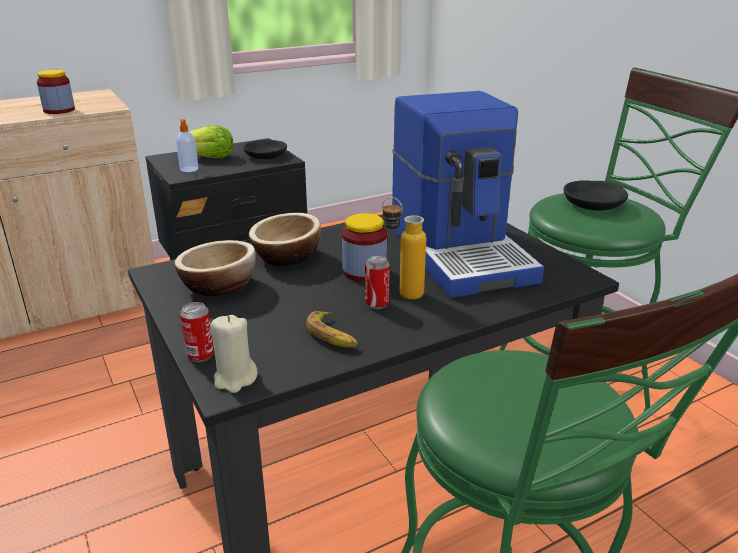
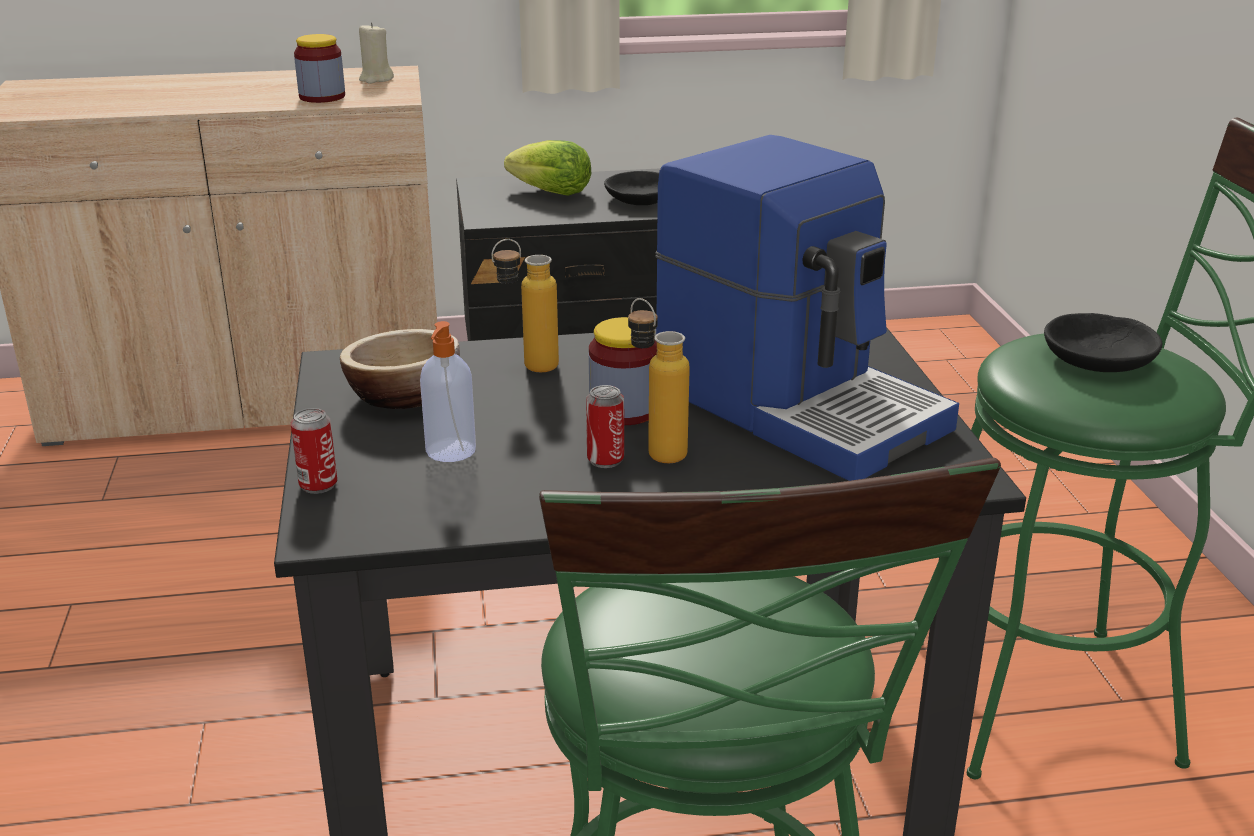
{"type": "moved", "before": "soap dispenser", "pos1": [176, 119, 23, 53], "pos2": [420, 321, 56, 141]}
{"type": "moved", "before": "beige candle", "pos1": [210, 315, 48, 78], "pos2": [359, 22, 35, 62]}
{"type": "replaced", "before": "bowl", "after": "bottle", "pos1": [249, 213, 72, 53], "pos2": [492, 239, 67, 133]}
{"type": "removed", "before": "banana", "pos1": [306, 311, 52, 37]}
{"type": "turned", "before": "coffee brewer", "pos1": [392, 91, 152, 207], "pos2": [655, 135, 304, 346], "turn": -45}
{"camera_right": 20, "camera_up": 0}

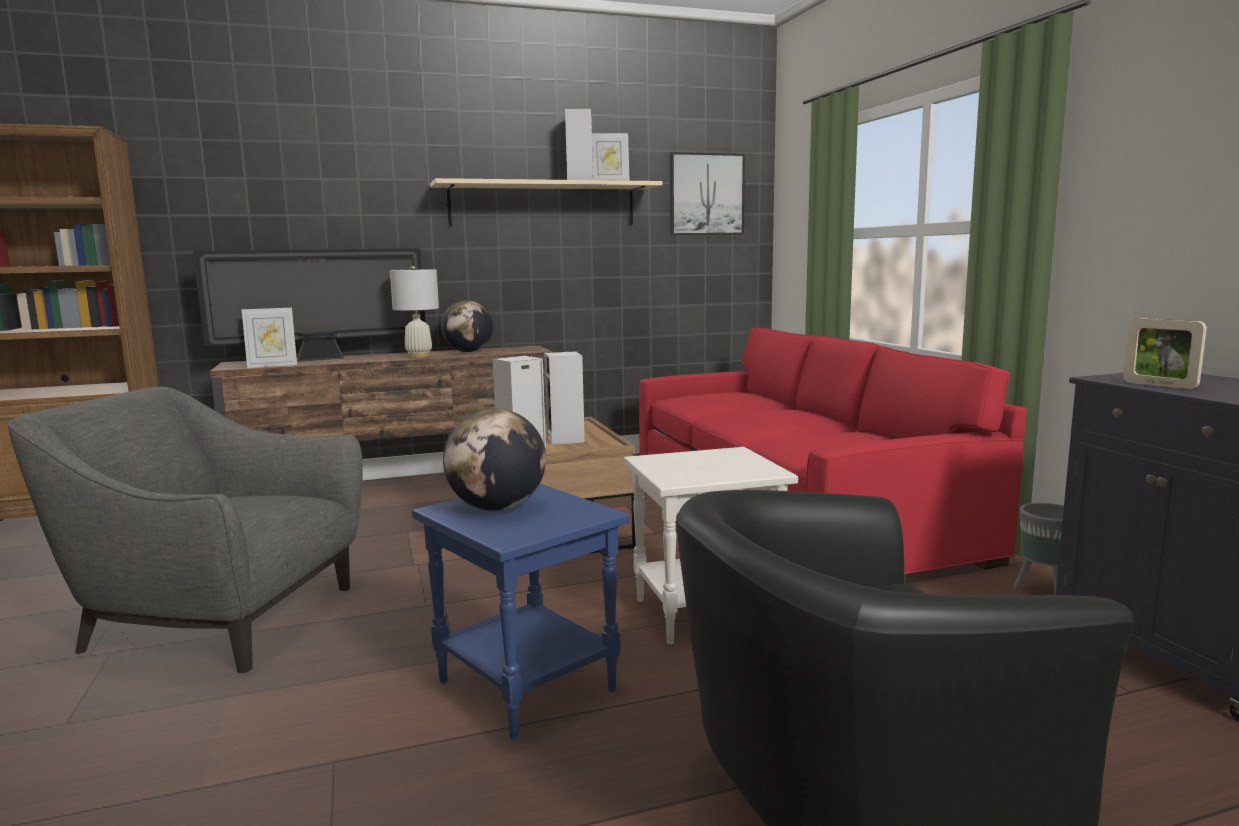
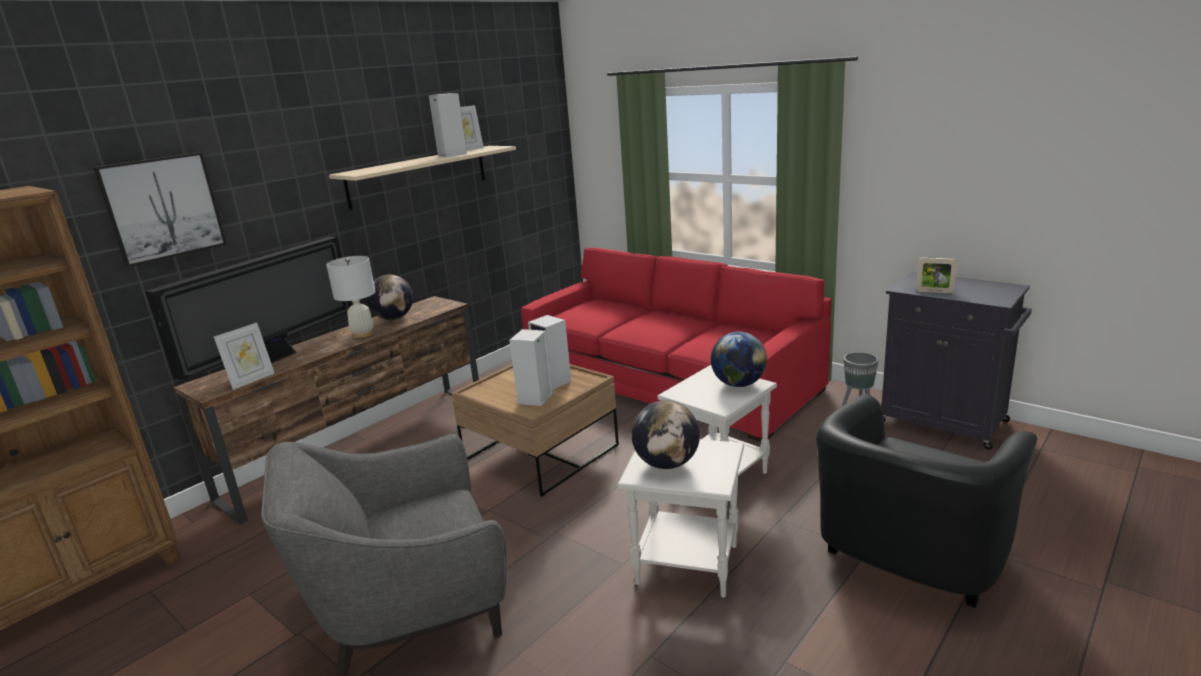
{"type": "recoloured", "before": "blue-coloured side table", "after": "white-coloured side table", "pos1": [412, 484, 218, 256], "pos2": [618, 439, 126, 159]}
{"type": "moved", "before": "picture", "pos1": [670, 152, 75, 83], "pos2": [93, 152, 134, 115]}
{"type": "added", "after": "world globe", "pos2": [711, 332, 56, 55]}
{"camera_right": -30, "camera_up": 10}

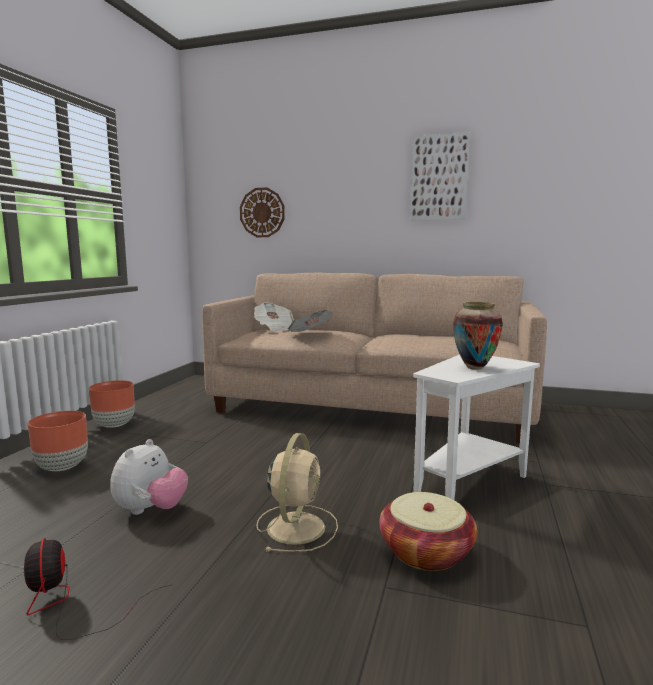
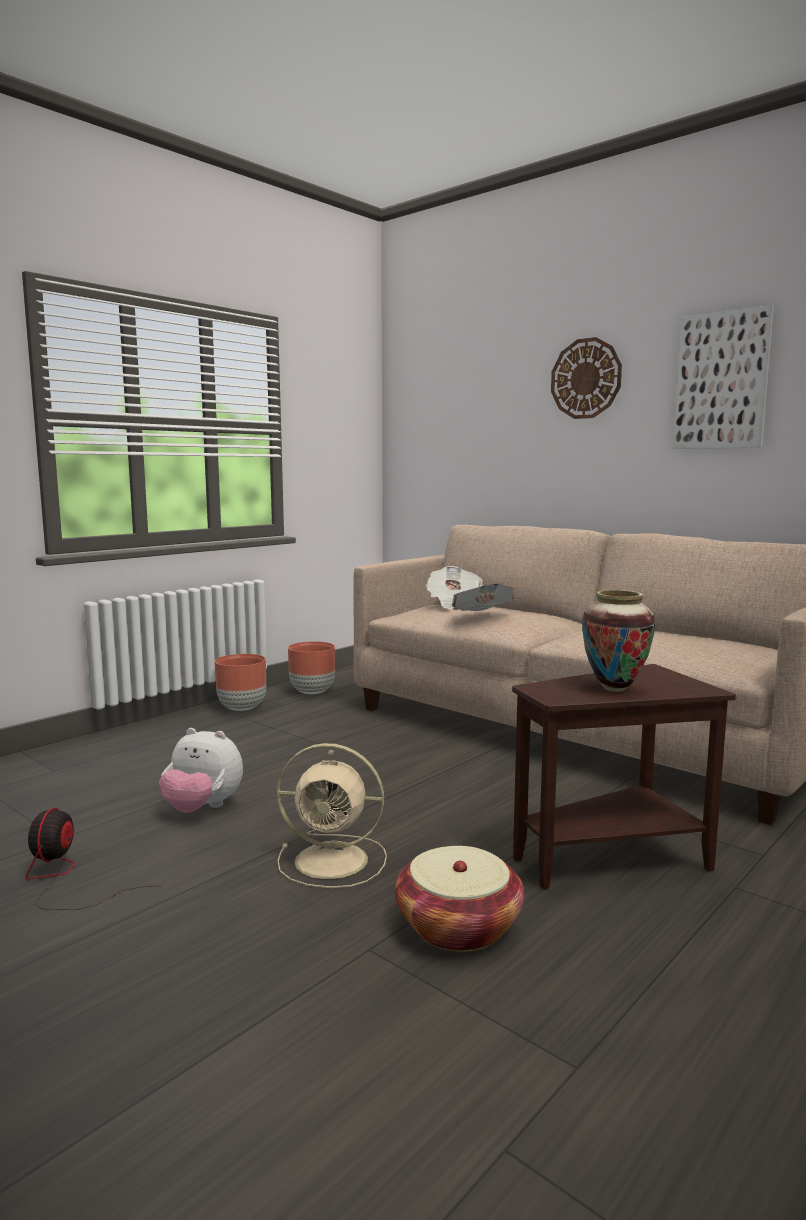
{"type": "moved", "before": "brown-coloured plant pot", "pos1": [28, 411, 60, 60], "pos2": [288, 641, 47, 53]}
{"type": "turned", "before": "soft toy", "pos1": [110, 439, 78, 76], "pos2": [159, 728, 84, 85], "turn": 60}
{"type": "moved", "before": "wall clock", "pos1": [240, 187, 45, 50], "pos2": [551, 337, 71, 82]}
{"type": "turned", "before": "beige fan", "pos1": [256, 433, 82, 119], "pos2": [277, 743, 110, 145], "turn": 60}
{"type": "recoloured", "before": "white-coloured side table", "after": "brown-coloured side table", "pos1": [413, 354, 127, 146], "pos2": [512, 664, 224, 225]}
{"camera_right": 25, "camera_up": 0}

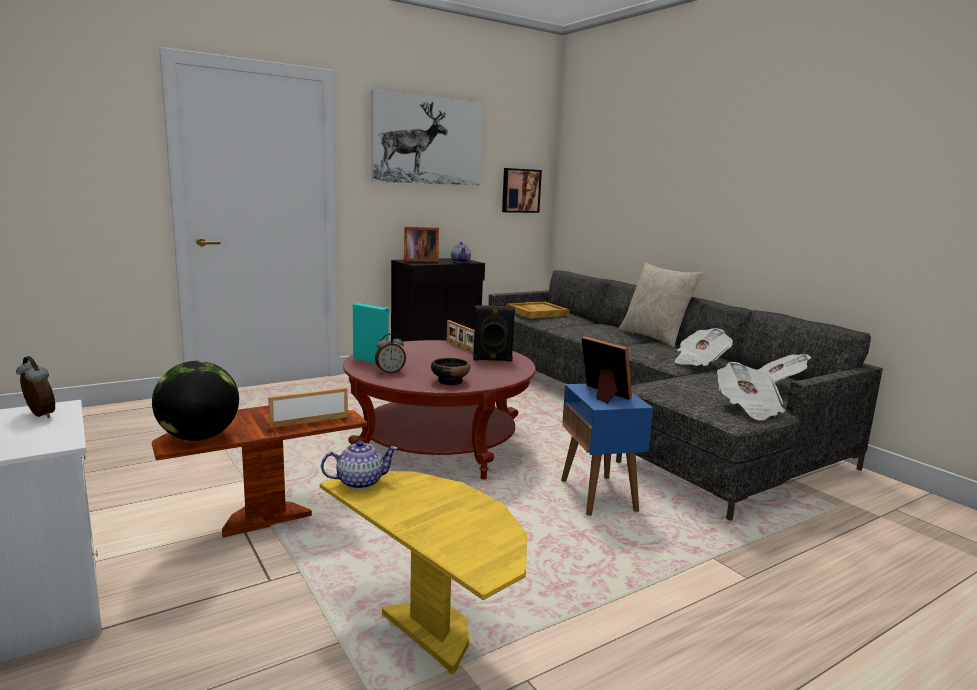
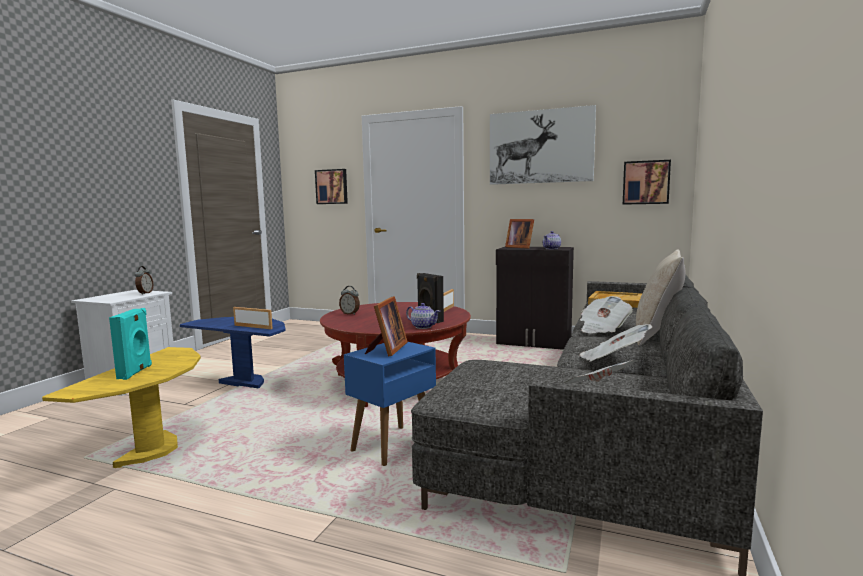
{"type": "removed", "before": "world globe", "pos1": [152, 361, 87, 80]}
{"type": "recoloured", "before": "brown-coloured side table", "after": "blue-coloured side table", "pos1": [152, 405, 215, 132], "pos2": [180, 317, 106, 72]}
{"type": "moved", "before": "tea pot", "pos1": [321, 440, 77, 49], "pos2": [406, 303, 34, 26]}
{"type": "moved", "before": "turquoise-coloured speaker", "pos1": [353, 303, 36, 61], "pos2": [109, 308, 43, 72]}
{"type": "removed", "before": "bowl", "pos1": [431, 358, 39, 27]}
{"type": "moved", "before": "newspaper", "pos1": [717, 362, 68, 58], "pos2": [580, 296, 53, 37]}
{"type": "added", "after": "picture", "pos2": [315, 169, 33, 35]}
{"camera_right": 55, "camera_up": -5}

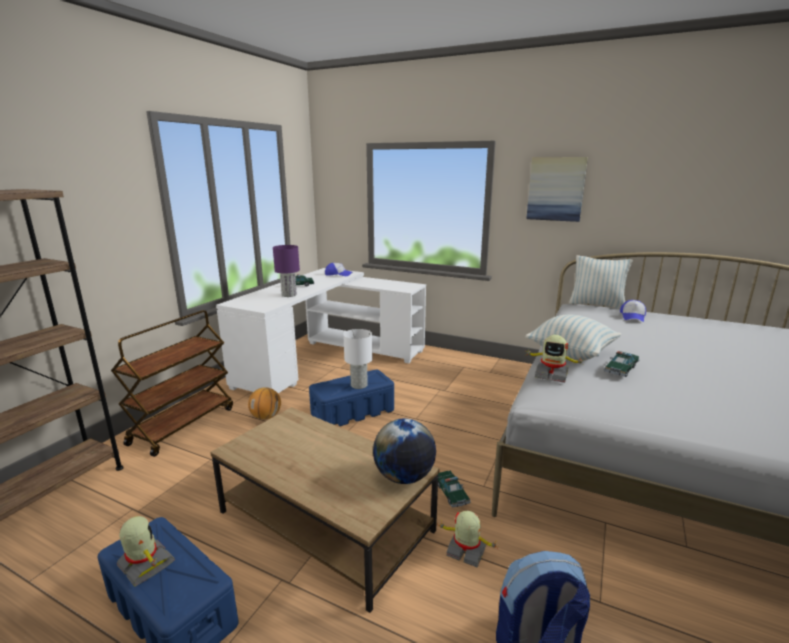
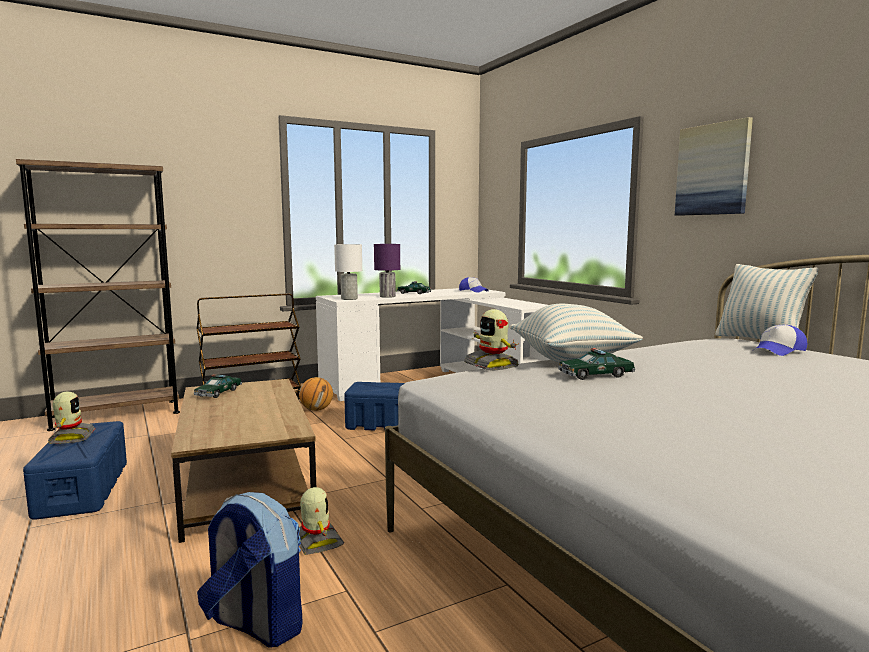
{"type": "moved", "before": "white-coloured table lamp", "pos1": [343, 329, 29, 60], "pos2": [334, 244, 28, 56]}
{"type": "removed", "before": "world globe", "pos1": [373, 418, 63, 66]}
{"type": "moved", "before": "miniature car", "pos1": [438, 471, 33, 37], "pos2": [194, 374, 48, 24]}
{"camera_right": 35, "camera_up": -10}

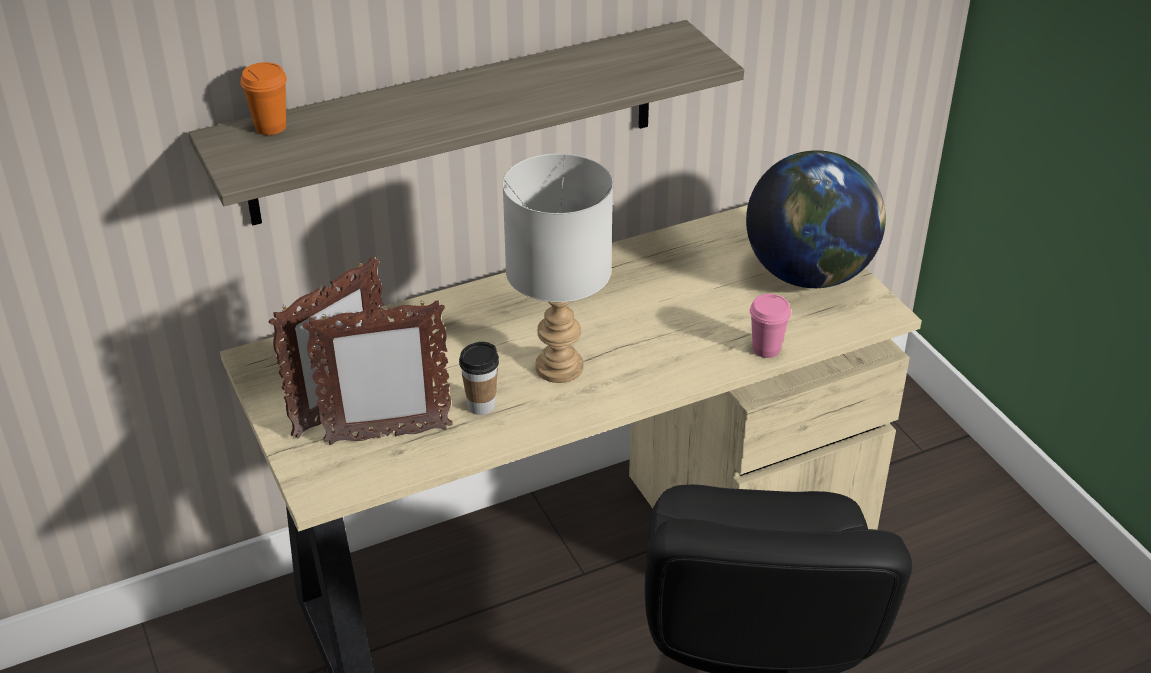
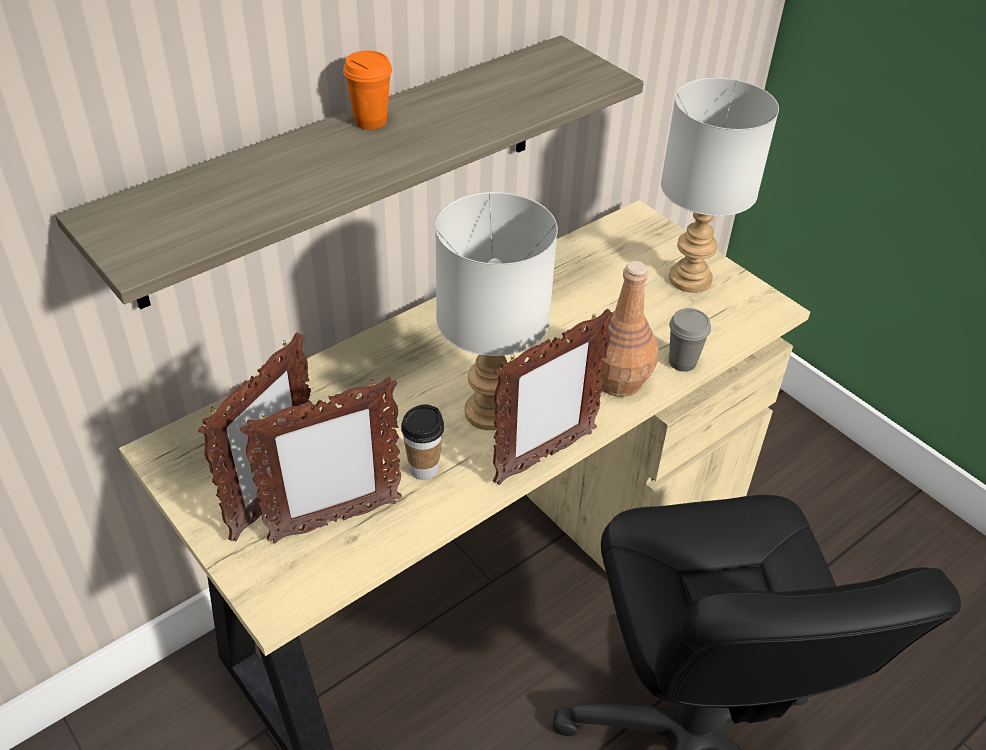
{"type": "moved", "before": "orange-coloured drinking cup", "pos1": [241, 62, 46, 73], "pos2": [343, 50, 49, 80]}
{"type": "replaced", "before": "world globe", "after": "grey table lamp", "pos1": [746, 150, 140, 138], "pos2": [661, 77, 118, 216]}
{"type": "recoloured", "before": "pinkish drinking cup", "after": "grey drinking cup", "pos1": [750, 294, 41, 64], "pos2": [669, 308, 42, 64]}
{"type": "added", "after": "picture frame", "pos2": [493, 309, 121, 176]}
{"type": "added", "after": "brown-coloured bottle", "pos2": [597, 261, 61, 136]}
{"camera_right": -15, "camera_up": 5}

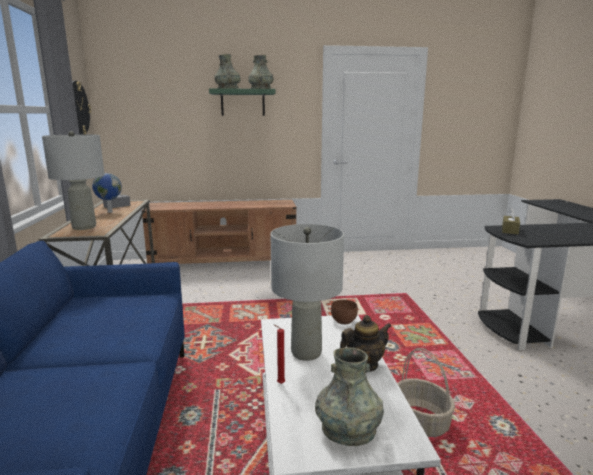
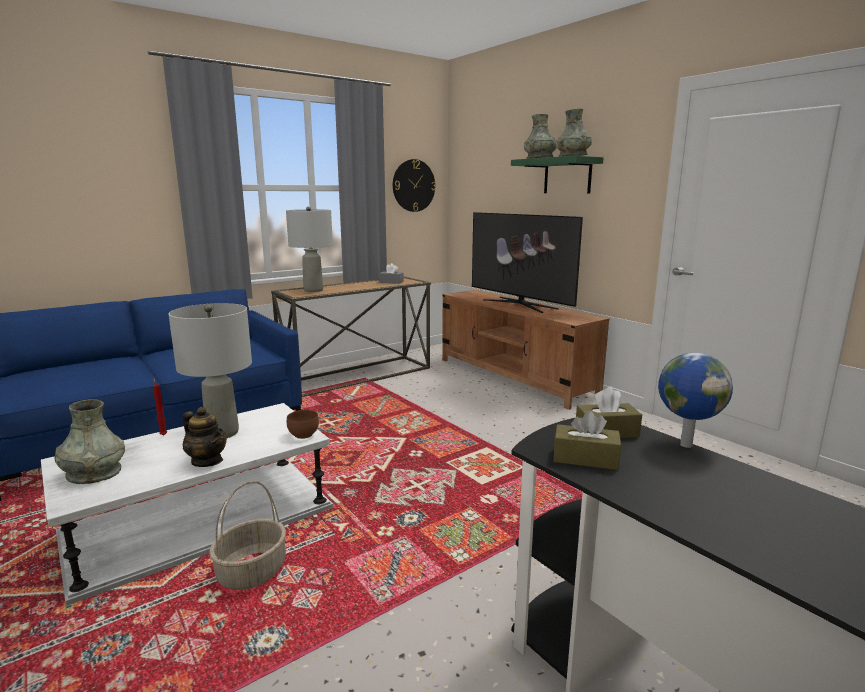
{"type": "moved", "before": "world globe", "pos1": [92, 173, 30, 40], "pos2": [658, 352, 75, 96]}
{"type": "added", "after": "TV", "pos2": [472, 212, 111, 101]}
{"type": "added", "after": "brown-coloured tissue box", "pos2": [554, 410, 67, 60]}
{"camera_right": 60, "camera_up": 0}

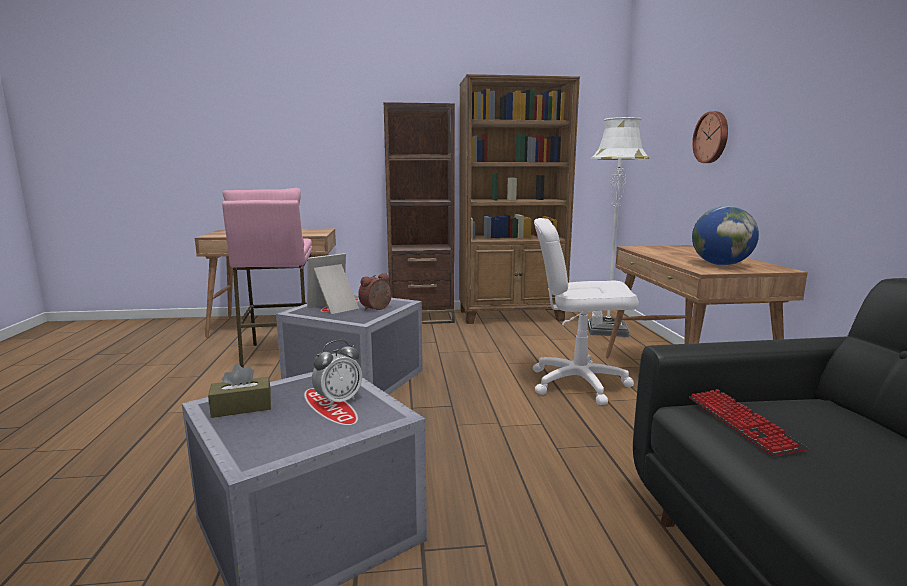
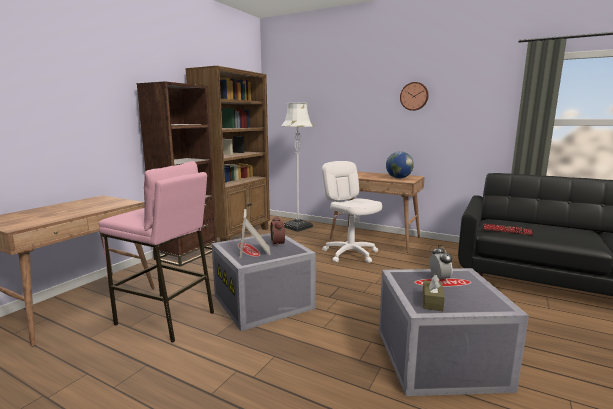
{"type": "turned", "before": "white-coloured computer chair", "pos1": [533, 218, 106, 187], "pos2": [322, 161, 60, 102], "turn": 105}
{"type": "moved", "before": "wall clock", "pos1": [692, 111, 36, 52], "pos2": [400, 82, 29, 29]}
{"camera_right": -55, "camera_up": 0}

